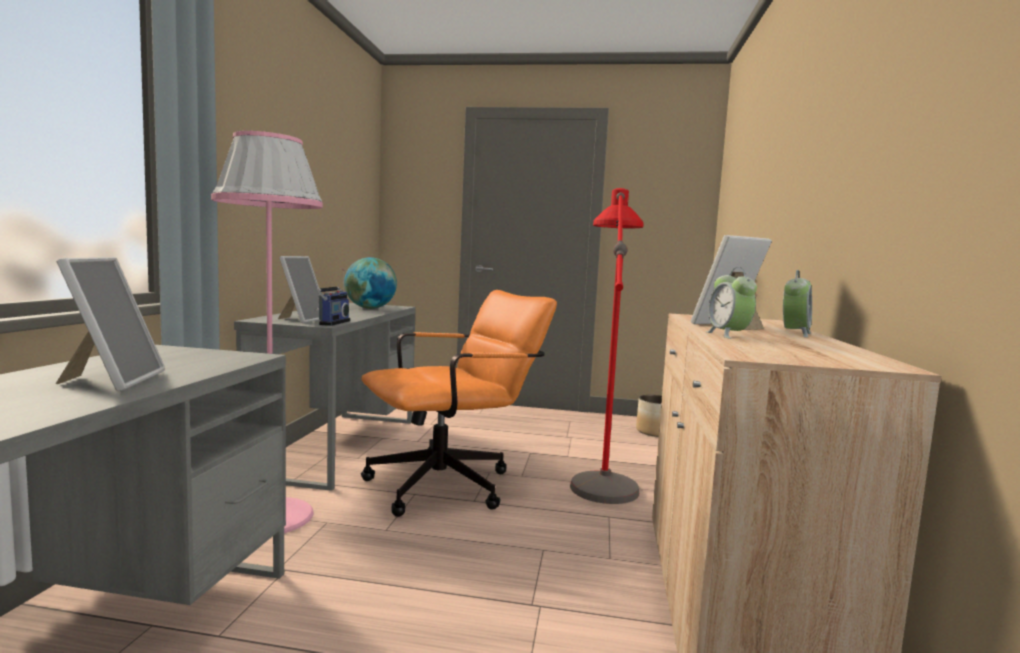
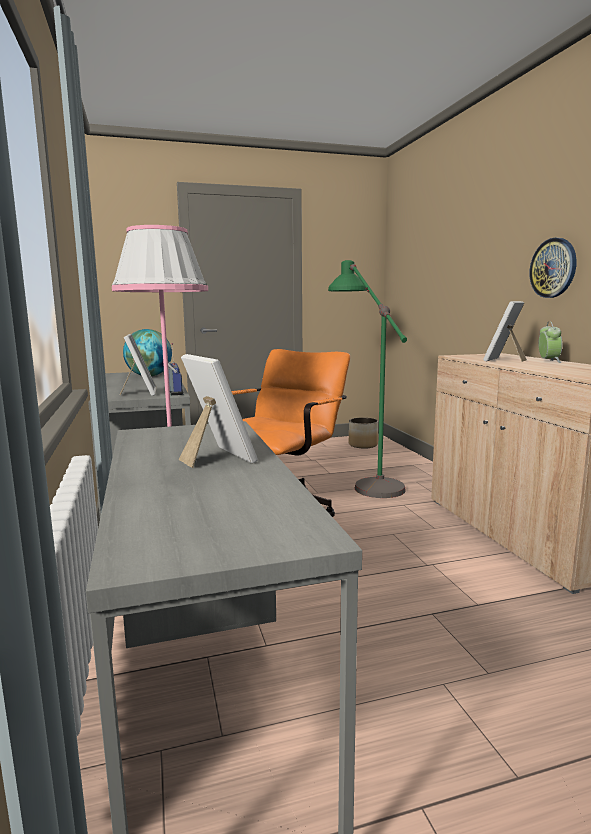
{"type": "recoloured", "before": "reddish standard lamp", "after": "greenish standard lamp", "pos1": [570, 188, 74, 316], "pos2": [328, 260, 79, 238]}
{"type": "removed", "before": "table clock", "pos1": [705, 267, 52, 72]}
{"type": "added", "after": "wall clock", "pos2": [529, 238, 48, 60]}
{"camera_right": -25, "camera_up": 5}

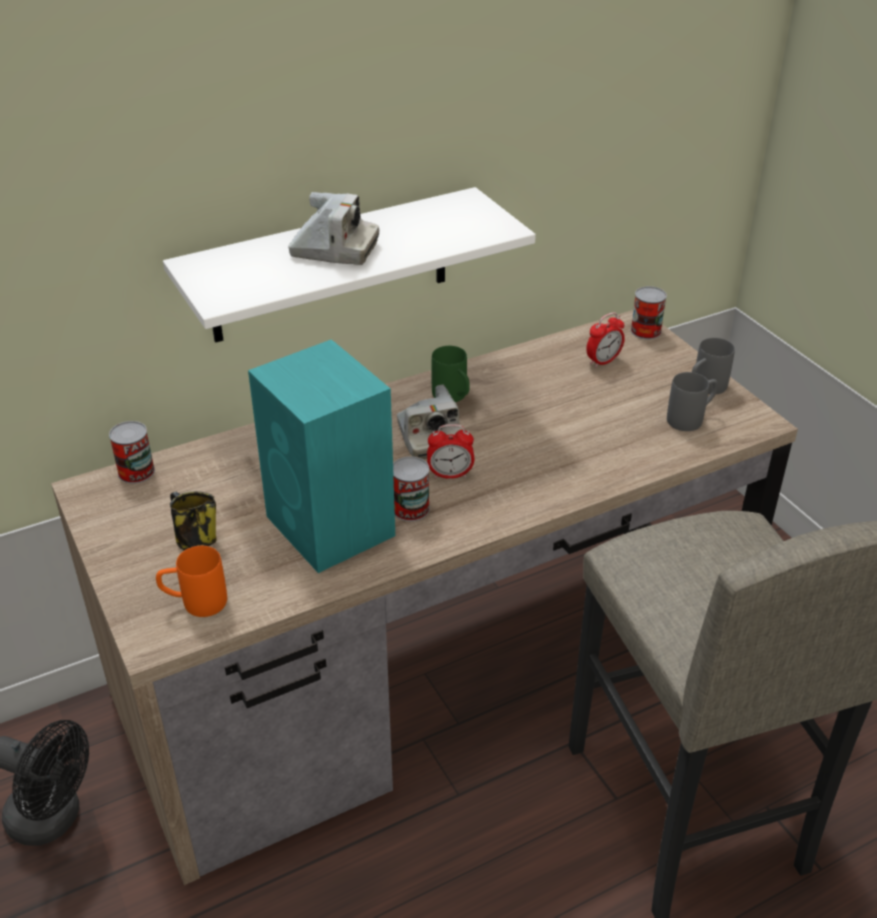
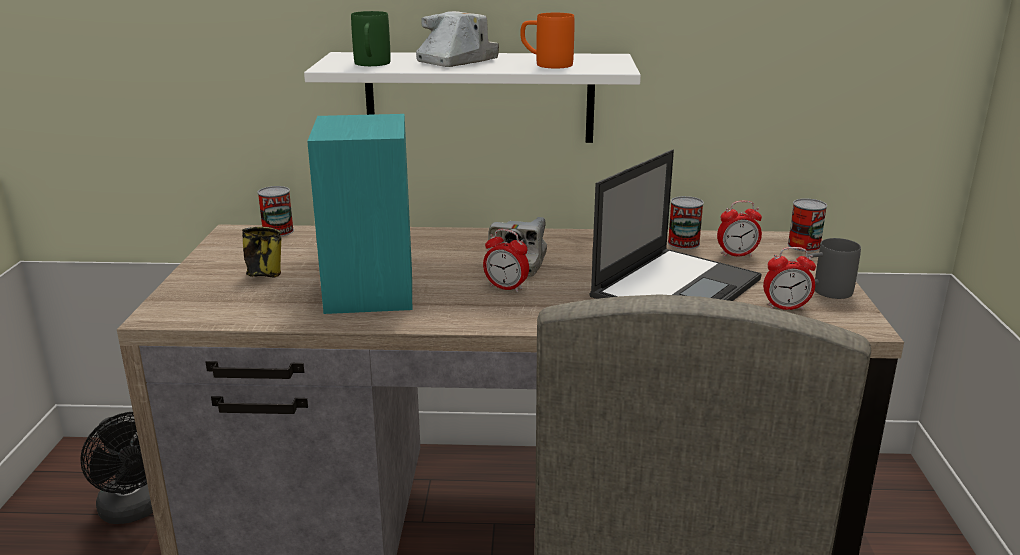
{"type": "moved", "before": "orange-coloured mug", "pos1": [156, 546, 71, 71], "pos2": [520, 13, 54, 55]}
{"type": "turned", "before": "still camera", "pos1": [288, 192, 91, 73], "pos2": [416, 11, 83, 56], "turn": -90}
{"type": "moved", "before": "can", "pos1": [393, 456, 37, 65], "pos2": [668, 196, 36, 53]}
{"type": "moved", "before": "greenish mug", "pos1": [431, 346, 39, 56], "pos2": [351, 11, 40, 55]}
{"type": "replaced", "before": "grey mug", "after": "table clock", "pos1": [667, 372, 51, 59], "pos2": [763, 247, 53, 63]}
{"type": "added", "after": "notebook computer", "pos2": [590, 150, 172, 151]}
{"camera_right": 30, "camera_up": -15}

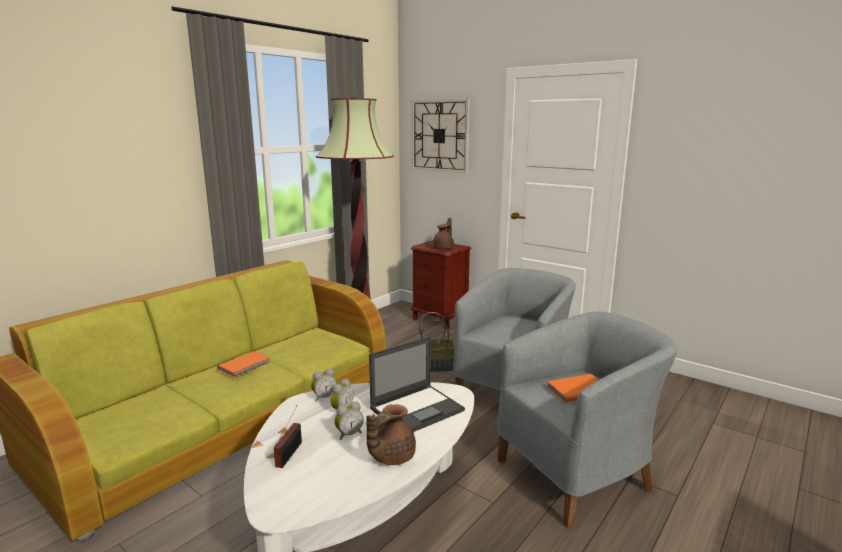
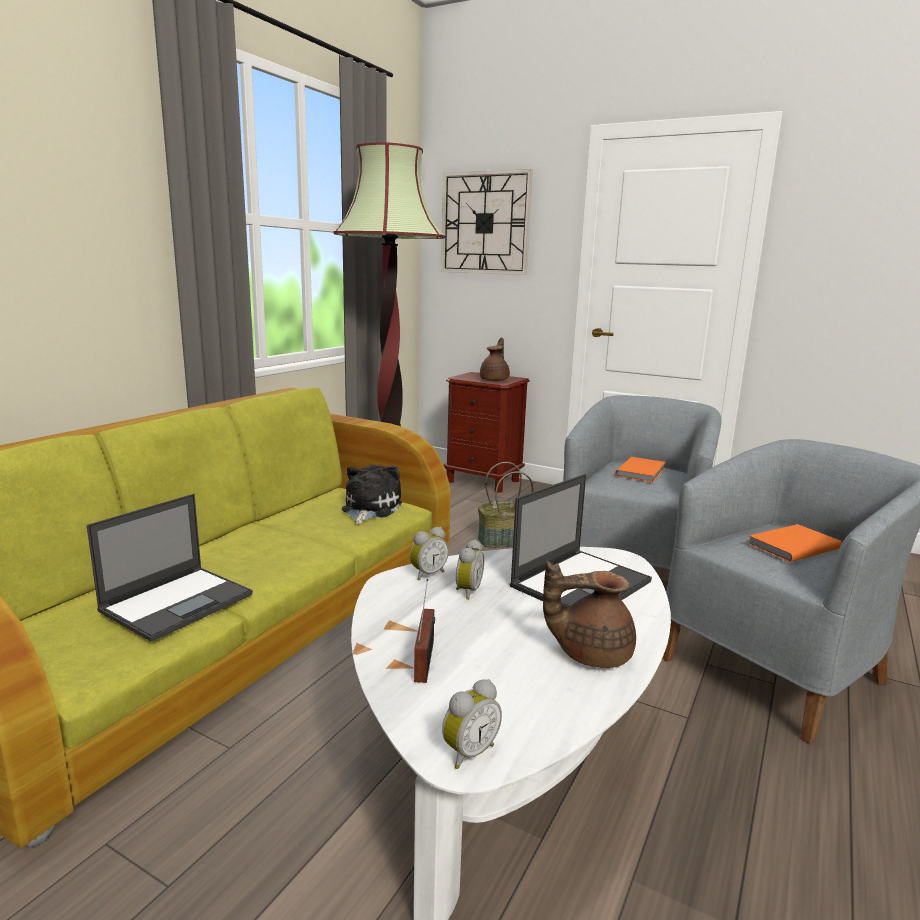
{"type": "moved", "before": "orange-coloured book", "pos1": [217, 351, 53, 26], "pos2": [615, 457, 50, 25]}
{"type": "moved", "before": "table clock", "pos1": [335, 401, 29, 39], "pos2": [442, 679, 60, 90]}
{"type": "turned", "before": "brown-coloured tea pot", "pos1": [366, 404, 50, 61], "pos2": [543, 561, 93, 107], "turn": 60}
{"type": "added", "after": "notebook computer", "pos2": [87, 494, 166, 148]}
{"type": "added", "after": "soft toy", "pos2": [342, 465, 60, 59]}
{"camera_right": -10, "camera_up": 0}

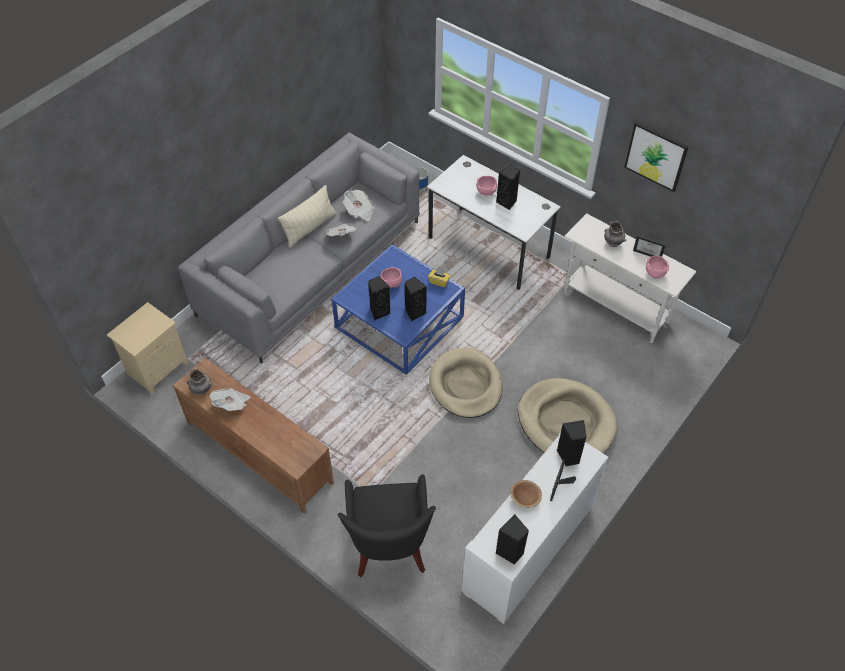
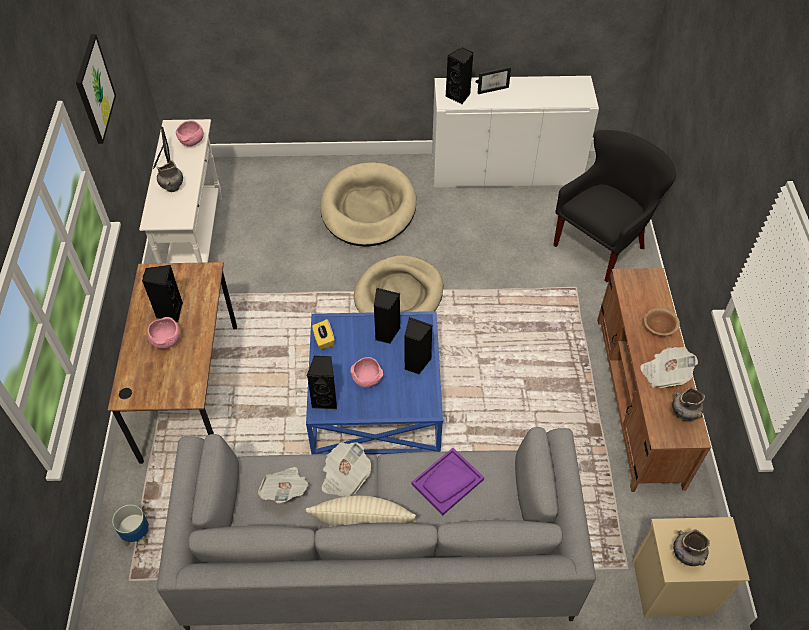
{"type": "recoloured", "before": "white-coloured desk table", "after": "brown-coloured desk table", "pos1": [427, 155, 134, 135], "pos2": [108, 262, 129, 202]}
{"type": "moved", "before": "black-coloured speaker", "pos1": [496, 514, 33, 50], "pos2": [307, 355, 30, 54]}
{"type": "moved", "before": "brown-coloured bowl", "pos1": [510, 480, 32, 28], "pos2": [644, 308, 36, 28]}
{"type": "added", "after": "purple-coloured carrying tray", "pos2": [411, 448, 73, 68]}
{"type": "added", "after": "grey flower vase", "pos2": [673, 529, 37, 37]}
{"camera_right": -130, "camera_up": 0}

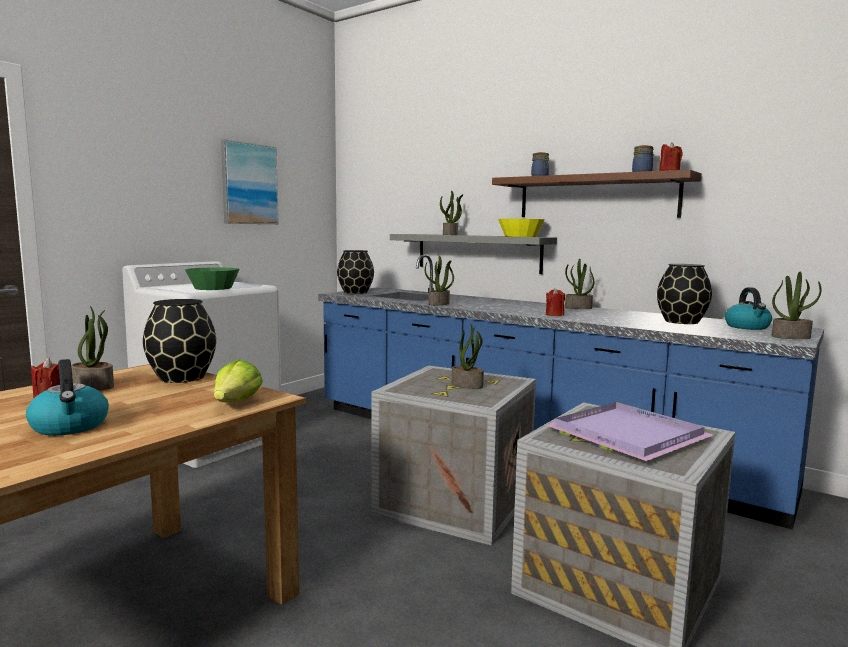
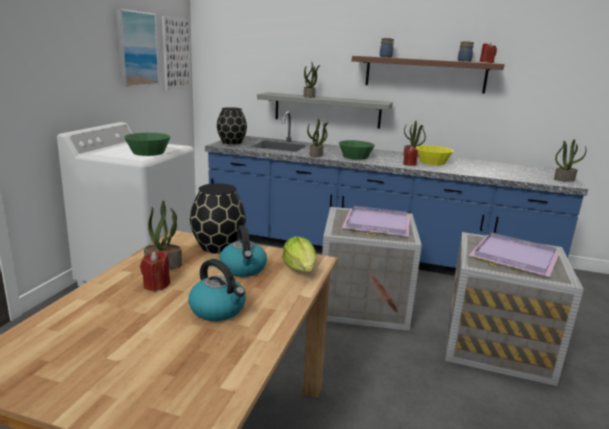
{"type": "replaced", "before": "houseplant", "after": "purple-coloured carrying tray", "pos1": [452, 324, 32, 65], "pos2": [342, 206, 68, 30]}
{"type": "moved", "before": "yellow bowl", "pos1": [498, 219, 47, 18], "pos2": [416, 145, 38, 20]}
{"type": "removed", "before": "black-coloured flower vase", "pos1": [657, 264, 55, 60]}
{"type": "moved", "before": "water kettle", "pos1": [725, 287, 47, 43], "pos2": [219, 225, 48, 52]}
{"type": "added", "after": "picture", "pos2": [162, 16, 29, 74]}
{"type": "added", "after": "greenish bowl", "pos2": [338, 140, 37, 20]}
{"camera_right": -20, "camera_up": 10}

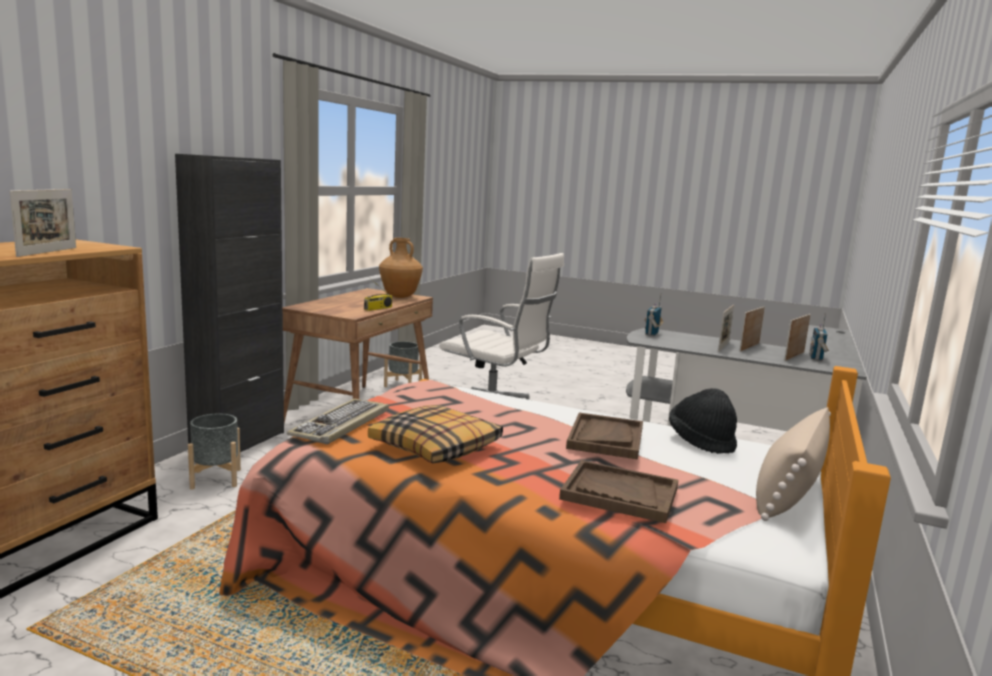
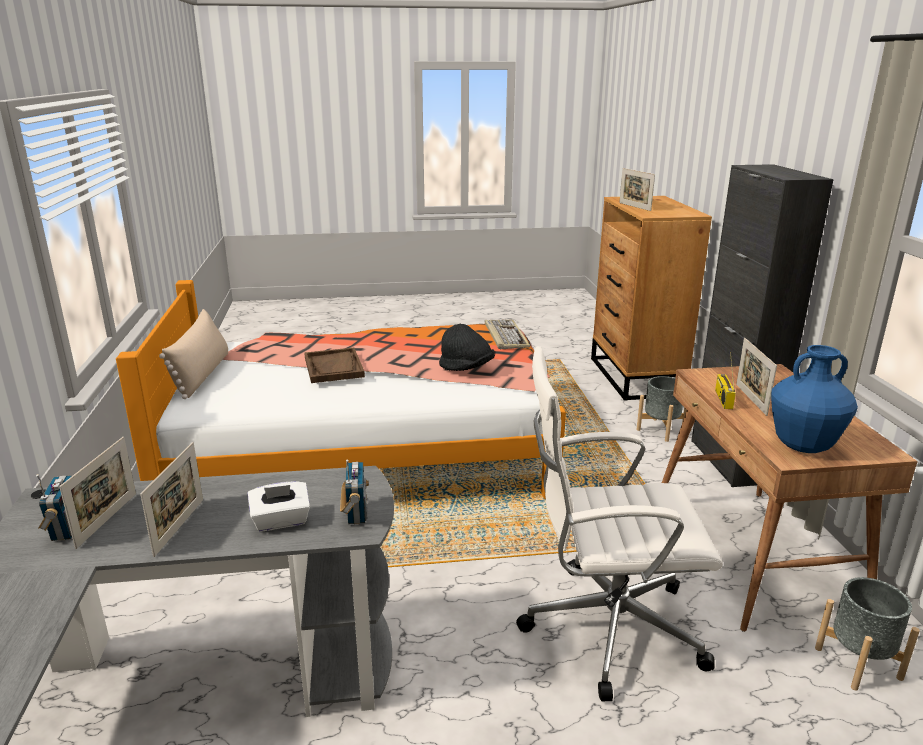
{"type": "removed", "before": "cushion", "pos1": [368, 405, 135, 58]}
{"type": "recoloured", "before": "brown-coloured flower vase", "after": "blue-coloured flower vase", "pos1": [379, 238, 44, 60], "pos2": [771, 345, 87, 108]}
{"type": "removed", "before": "brown-coloured carrying tray", "pos1": [559, 460, 119, 63]}
{"type": "moved", "before": "black-coloured clothing hat", "pos1": [669, 388, 68, 66], "pos2": [439, 324, 56, 47]}
{"type": "moved", "before": "picture frame", "pos1": [718, 305, 16, 47], "pos2": [736, 338, 41, 78]}
{"type": "added", "after": "white-coloured tissue box", "pos2": [248, 481, 62, 51]}
{"camera_right": 150, "camera_up": 10}

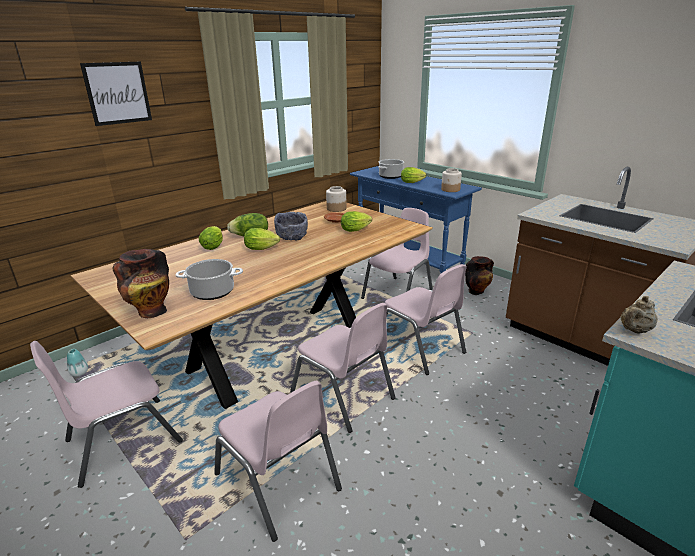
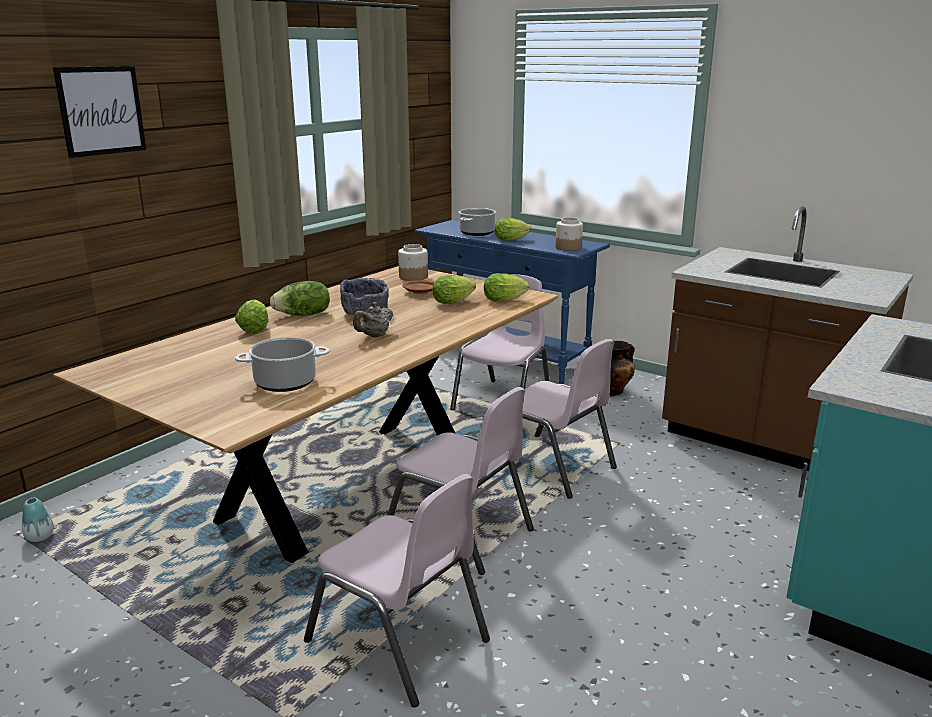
{"type": "removed", "before": "pinkish chair", "pos1": [30, 341, 153, 147]}
{"type": "removed", "before": "flower vase", "pos1": [113, 249, 56, 69]}
{"type": "moved", "before": "lettuce", "pos1": [244, 228, 36, 22], "pos2": [484, 273, 45, 29]}
{"type": "moved", "before": "beige tea pot", "pos1": [620, 296, 38, 37], "pos2": [353, 302, 40, 35]}
{"camera_right": -10, "camera_up": -5}

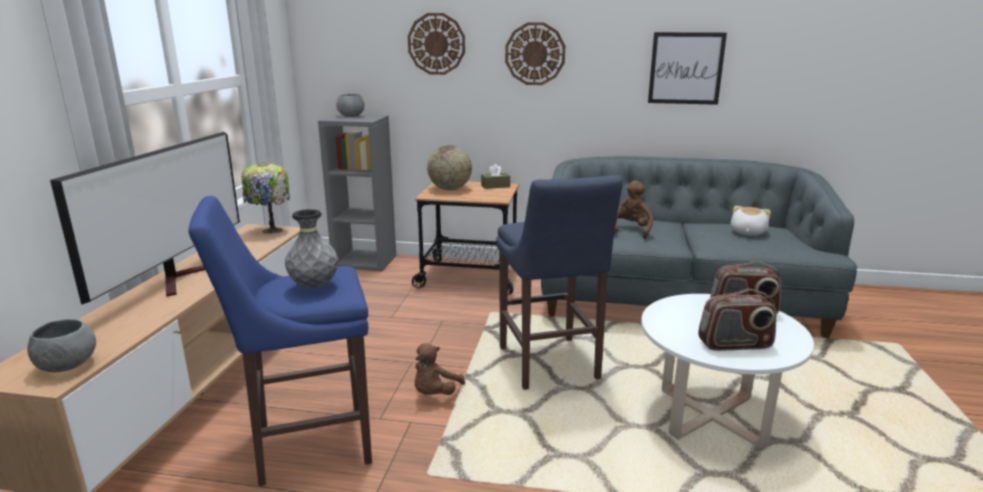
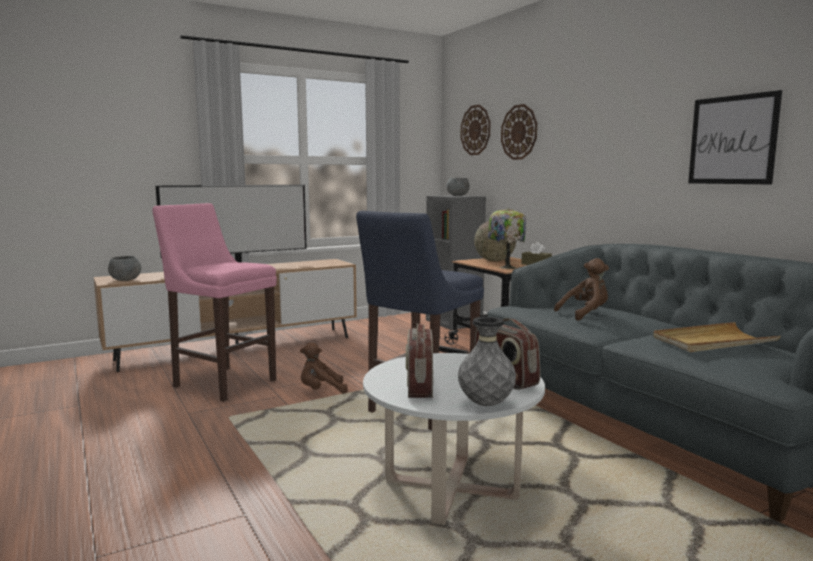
{"type": "recoloured", "before": "blue-coloured stool seat", "after": "pinkish stool seat", "pos1": [188, 196, 184, 290], "pos2": [152, 203, 125, 198]}
{"type": "moved", "before": "table lamp", "pos1": [241, 163, 49, 71], "pos2": [488, 208, 38, 61]}
{"type": "moved", "before": "grey flower vase", "pos1": [285, 209, 53, 80], "pos2": [458, 317, 58, 89]}
{"type": "moved", "before": "wall clock", "pos1": [505, 22, 60, 63], "pos2": [461, 105, 30, 50]}
{"type": "turned", "before": "radio receiver", "pos1": [698, 289, 79, 62], "pos2": [406, 323, 27, 75], "turn": 45}
{"type": "replaced", "before": "soft toy", "after": "beige carrying tray", "pos1": [730, 206, 41, 30], "pos2": [653, 322, 128, 30]}
{"camera_right": 50, "camera_up": -10}

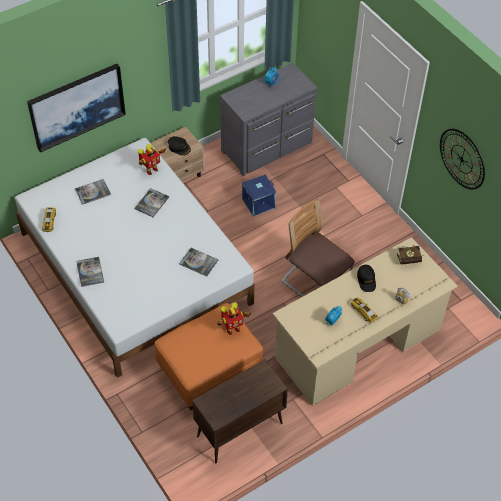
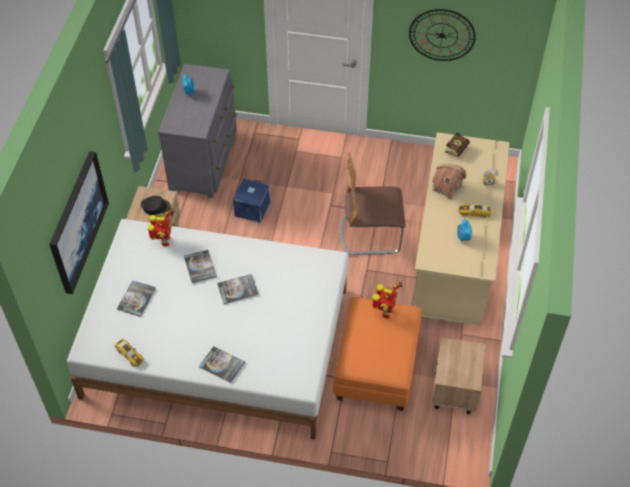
{"type": "moved", "before": "book", "pos1": [179, 248, 39, 29], "pos2": [217, 274, 41, 30]}
{"type": "replaced", "before": "brown-coloured storage cabinet", "after": "beige bedside table", "pos1": [192, 359, 96, 104], "pos2": [432, 337, 54, 78]}
{"type": "replaced", "before": "black-coloured peaked cap", "after": "toy house", "pos1": [357, 265, 19, 27], "pos2": [432, 164, 34, 36]}
{"camera_right": -45, "camera_up": 0}

